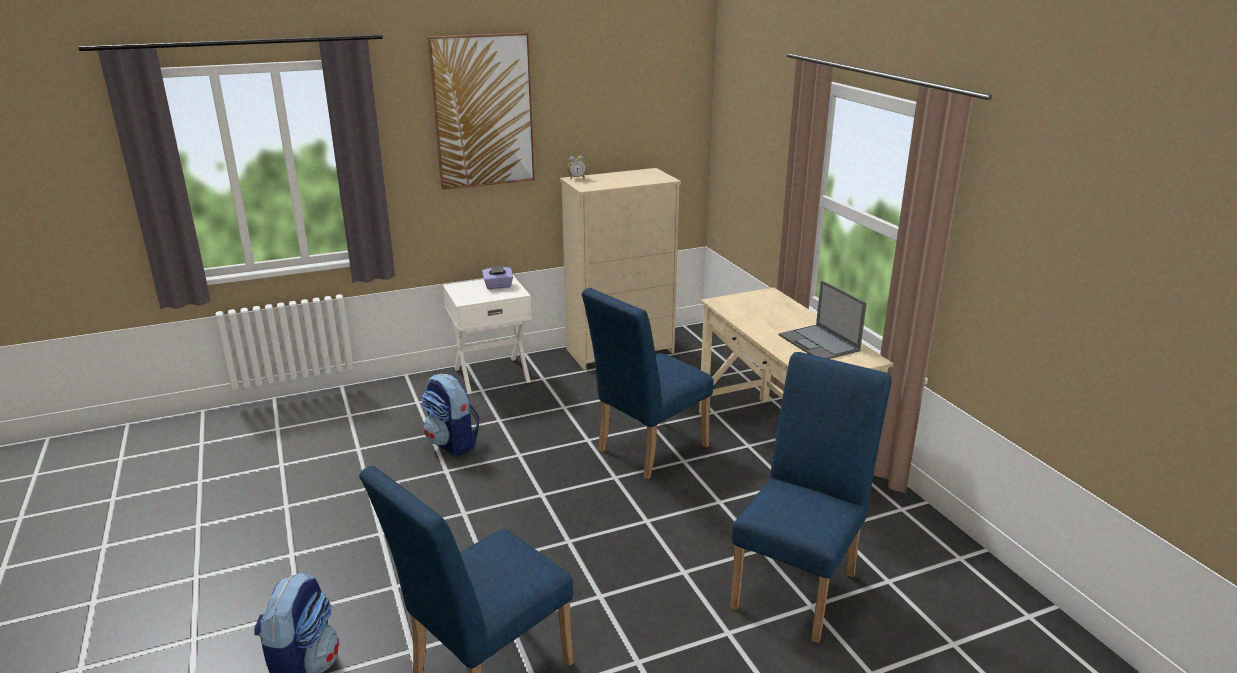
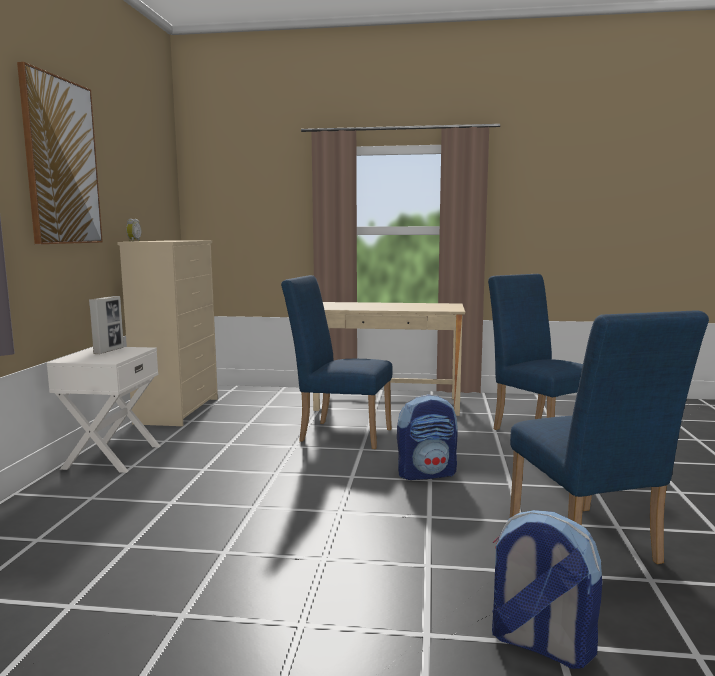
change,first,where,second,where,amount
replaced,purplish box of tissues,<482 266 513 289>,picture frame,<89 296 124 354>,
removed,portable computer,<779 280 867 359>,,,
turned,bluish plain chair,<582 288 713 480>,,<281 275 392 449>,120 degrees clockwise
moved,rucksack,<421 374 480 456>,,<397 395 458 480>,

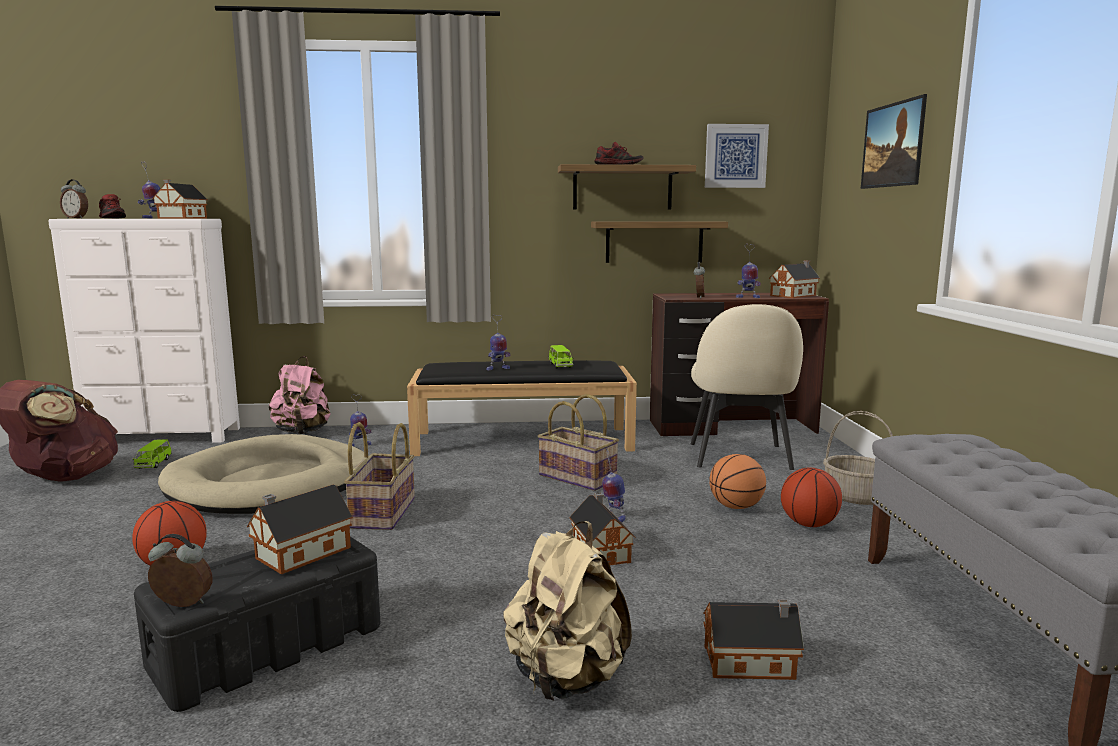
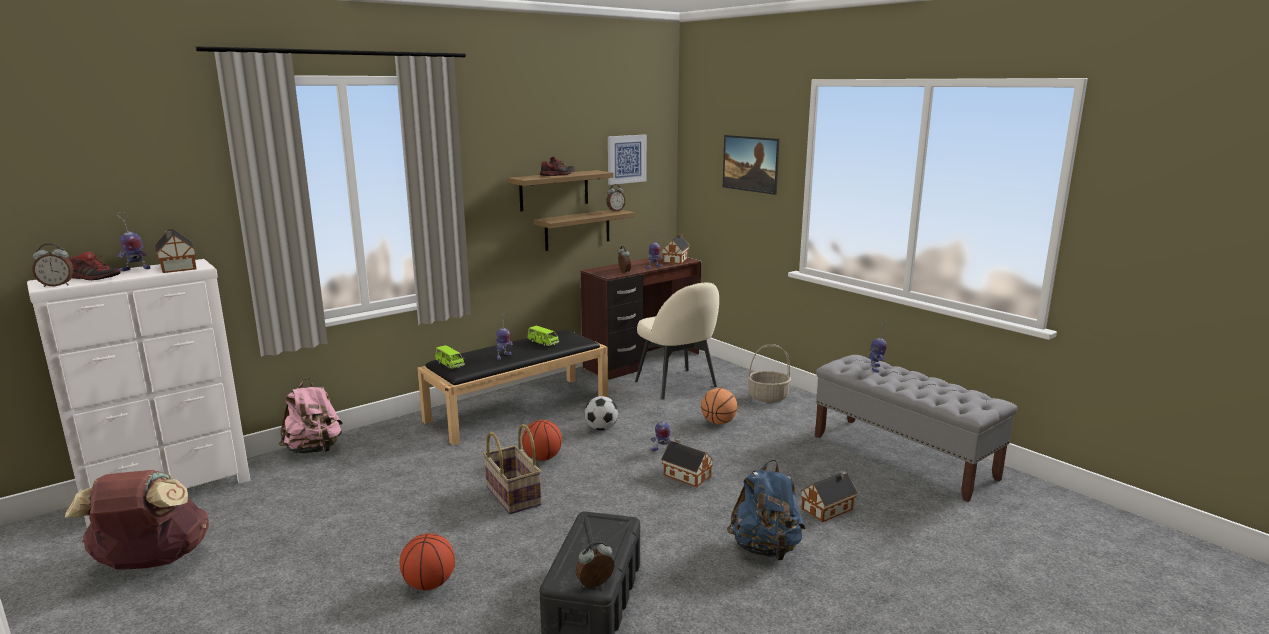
change,first,where,second,where,amount
moved,robot figure,<349 394 371 446>,,<869 322 888 373>,
replaced,household basket,<538 394 619 491>,football ball,<585 396 618 430>,
removed,beige dog cushion,<158 434 364 514>,,,
moved,green miniature car,<133 439 172 469>,,<435 345 465 369>,
moved,basketball,<781 467 842 527>,,<522 420 562 461>,
removed,toy house,<247 484 353 574>,,,
recoloured,beige rucksack,<503 521 632 701>,bluish rucksack,<727 460 806 560>,
added,,,bedside clock,<606 184 625 212>,

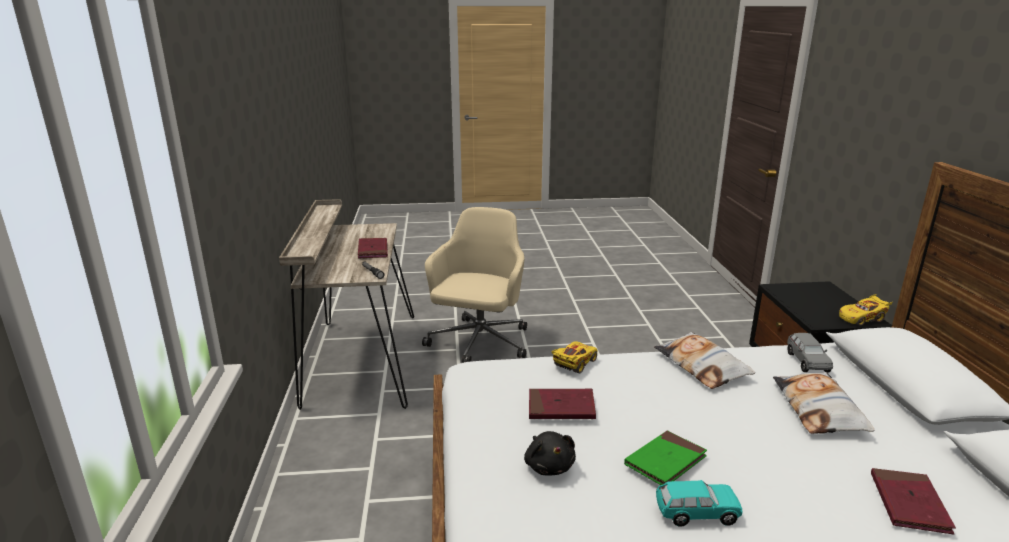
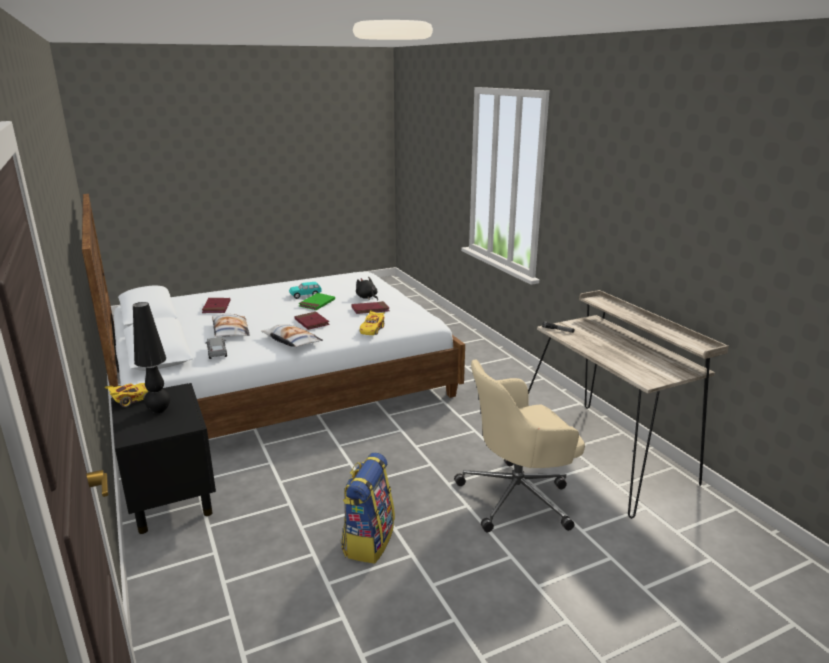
change,first,where,second,where,amount
turned,beige computer chair,<422 207 527 363>,,<454 359 585 532>,75 degrees clockwise
moved,red-coloured volume,<358 238 388 258>,,<295 312 330 330>,
added,,,black table lamp,<133 302 170 413>,
added,,,rucksack,<341 453 395 564>,

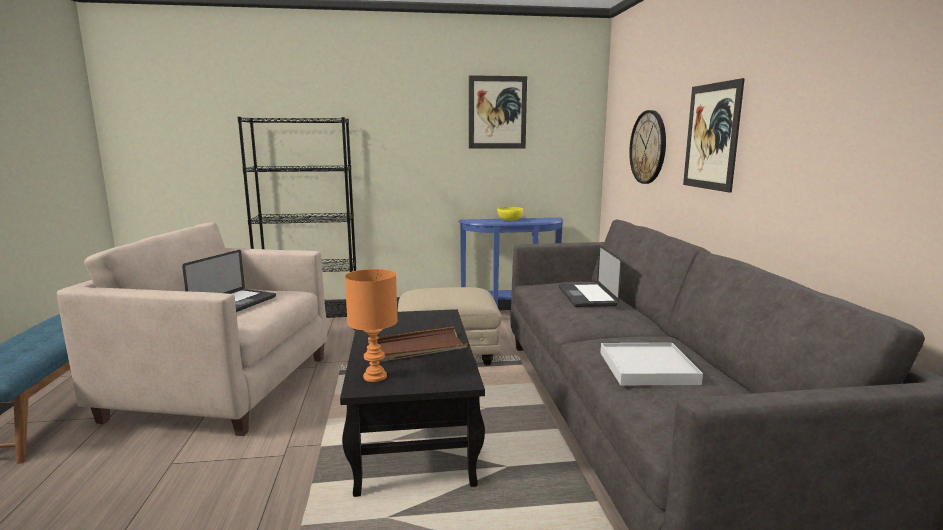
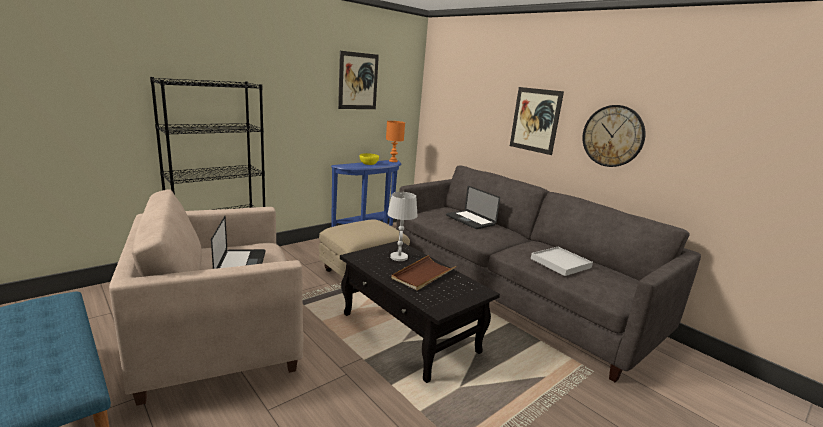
change,first,where,second,where,amount
moved,wall clock,<629 110 666 184>,,<582 105 645 167>,
moved,orangey table lamp,<345 269 398 382>,,<386 121 405 162>,
added,,,whitish table lamp,<388 192 418 261>,

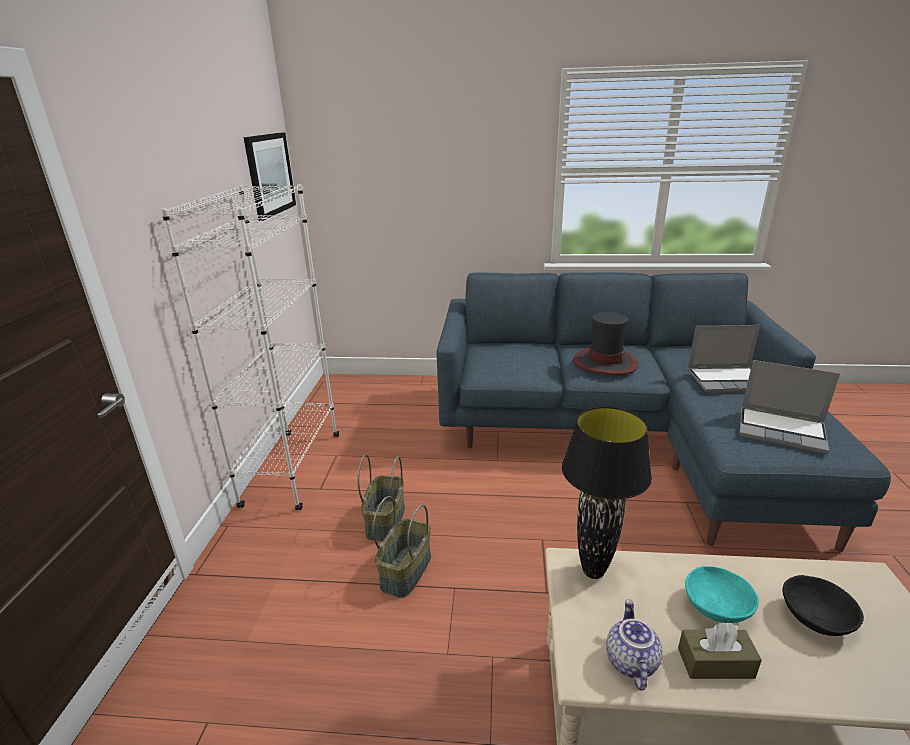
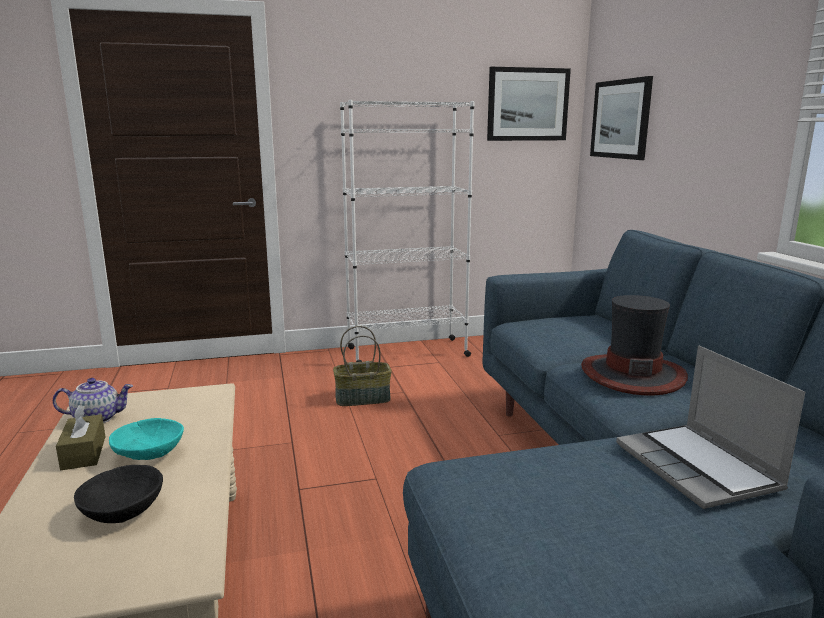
change,first,where,second,where,amount
removed,portable computer,<739 360 840 454>,,,
removed,black table lamp,<562 407 652 579>,,,
removed,household basket,<373 496 431 598>,,,
added,,,picture,<590 76 653 160>,

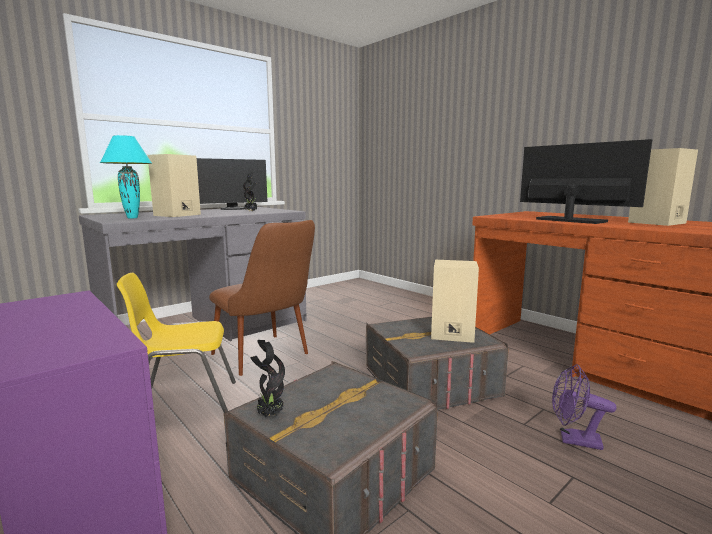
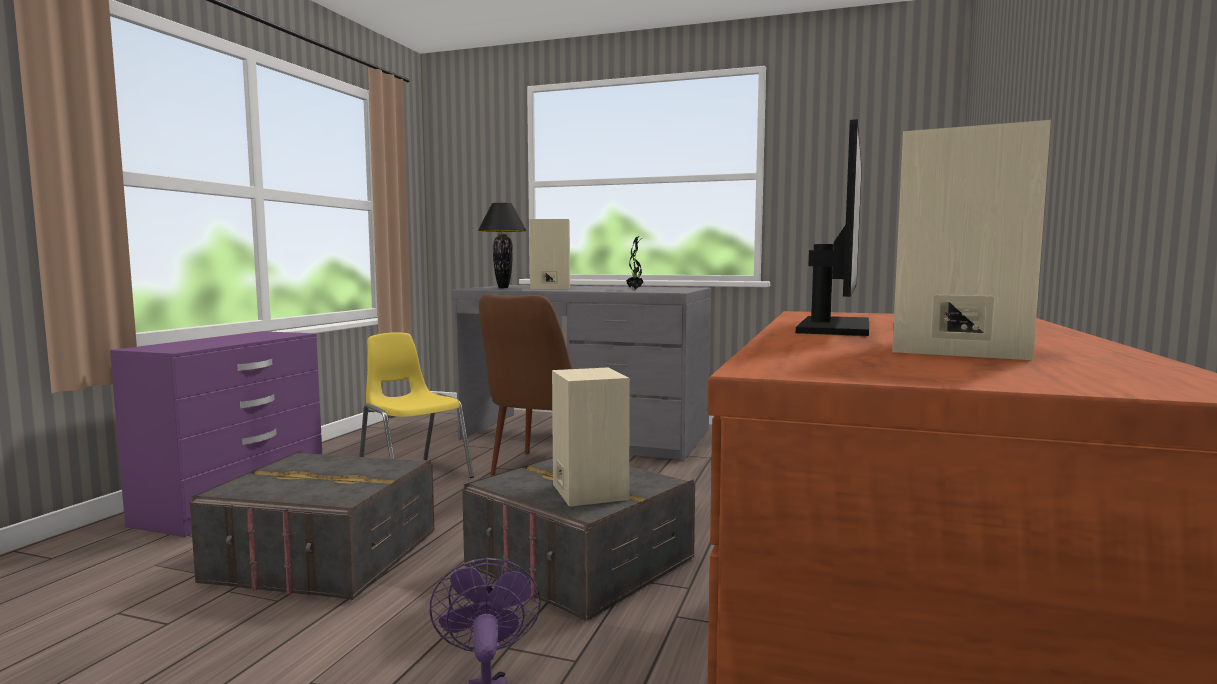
change,first,where,second,where,amount
recoloured,blue-green table lamp,<100 135 152 219>,black table lamp,<478 203 527 288>,
removed,monitor,<197 158 267 210>,,,
removed,plant in a pot,<250 340 285 418>,,,

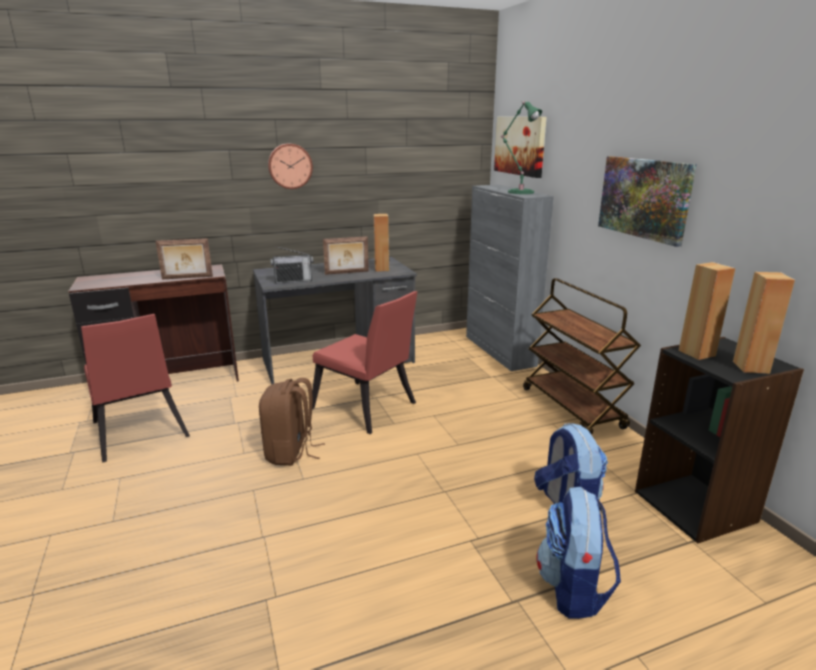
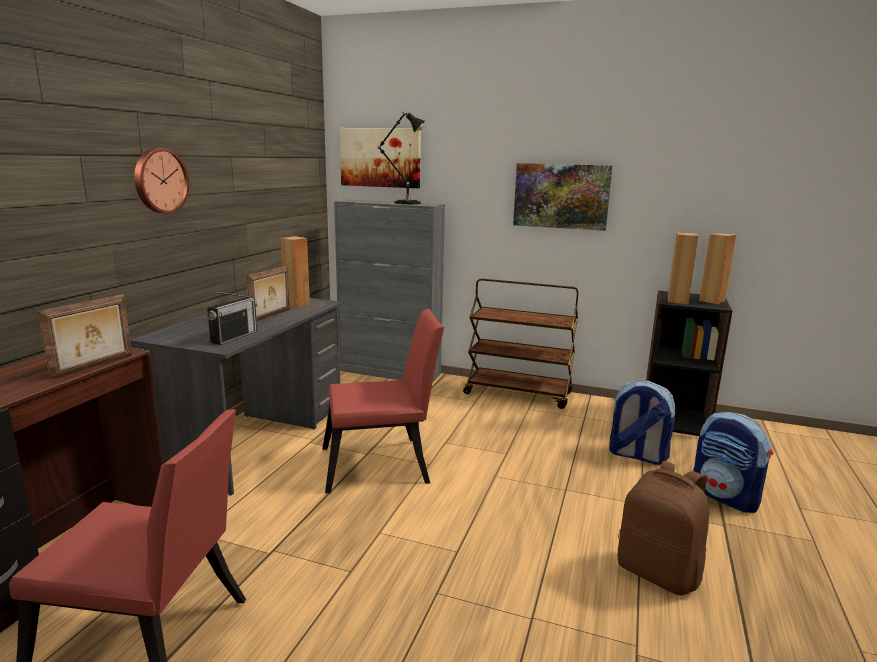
change,first,where,second,where,amount
recoloured,green table lamp,<500 101 542 194>,black table lamp,<377 112 425 204>,
moved,brown-coloured rucksack,<259 378 325 466>,,<618 461 709 596>,

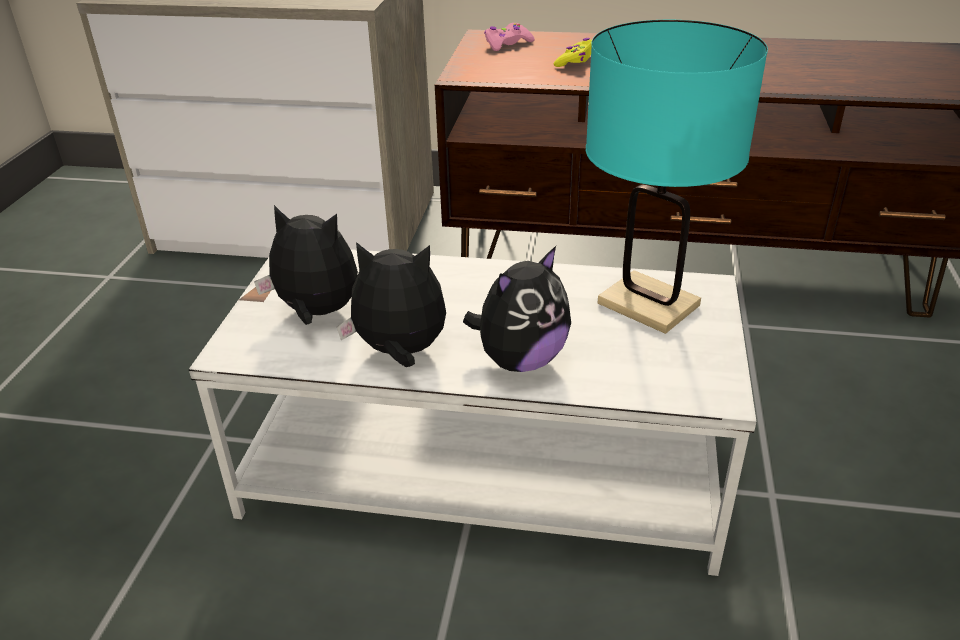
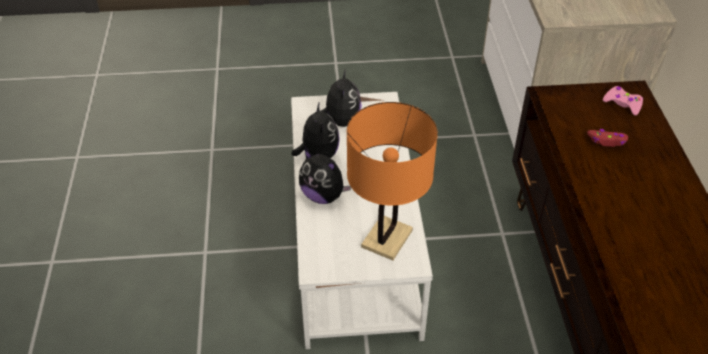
change,first,where,second,where,amount
recoloured,blue-green table lamp,<586 20 768 334>,orangey table lamp,<347 102 438 260>,
recoloured,yellow-coloured gamepad,<554 38 592 67>,red-coloured gamepad,<587 129 628 147>,

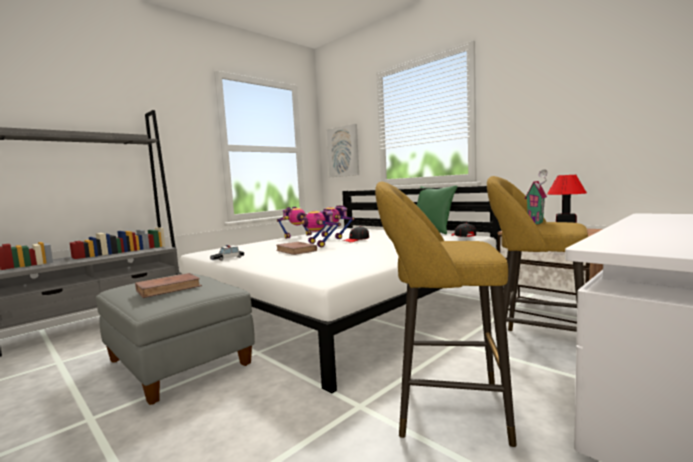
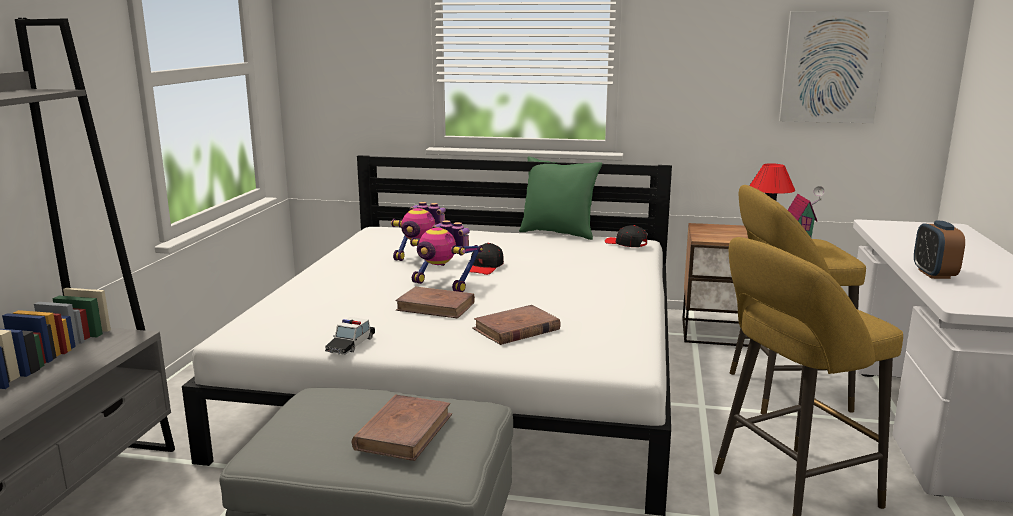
change,first,where,second,where,amount
moved,picture,<327 124 359 177>,,<779 11 889 123>,
removed,robot figure,<277 207 312 239>,,,
added,,,bedside clock,<914 221 965 279>,
added,,,brown-coloured volume,<472 305 561 345>,

